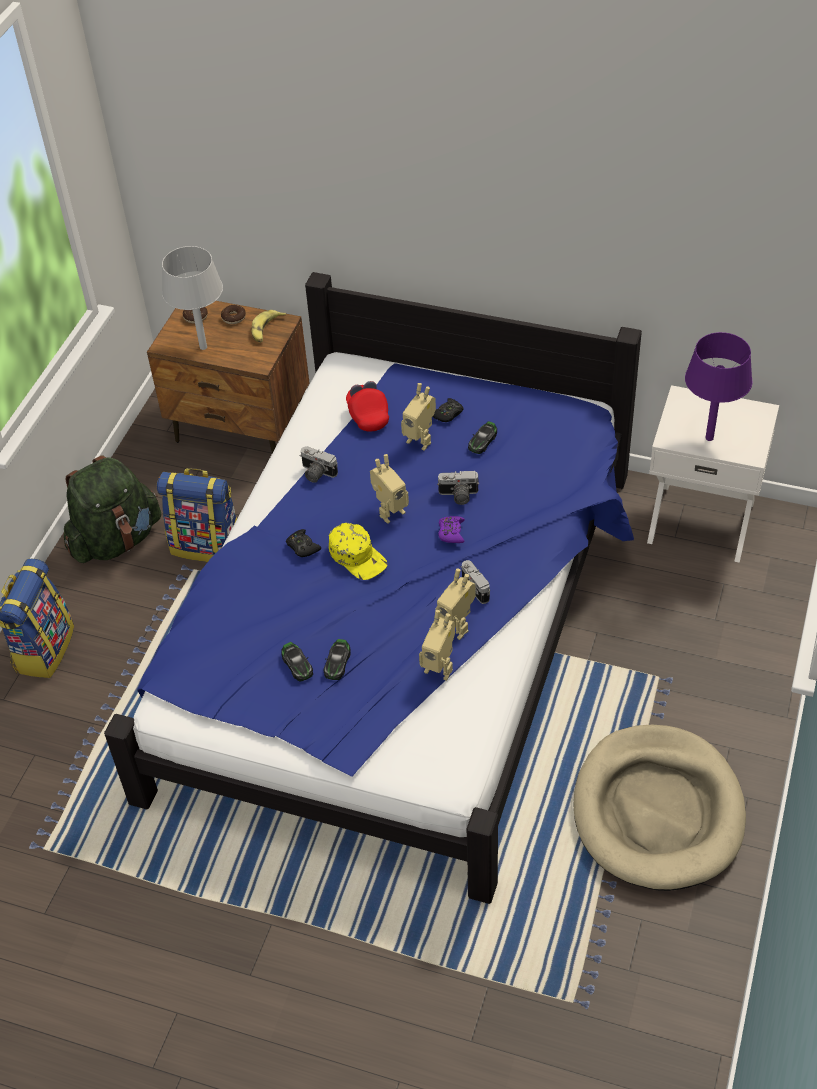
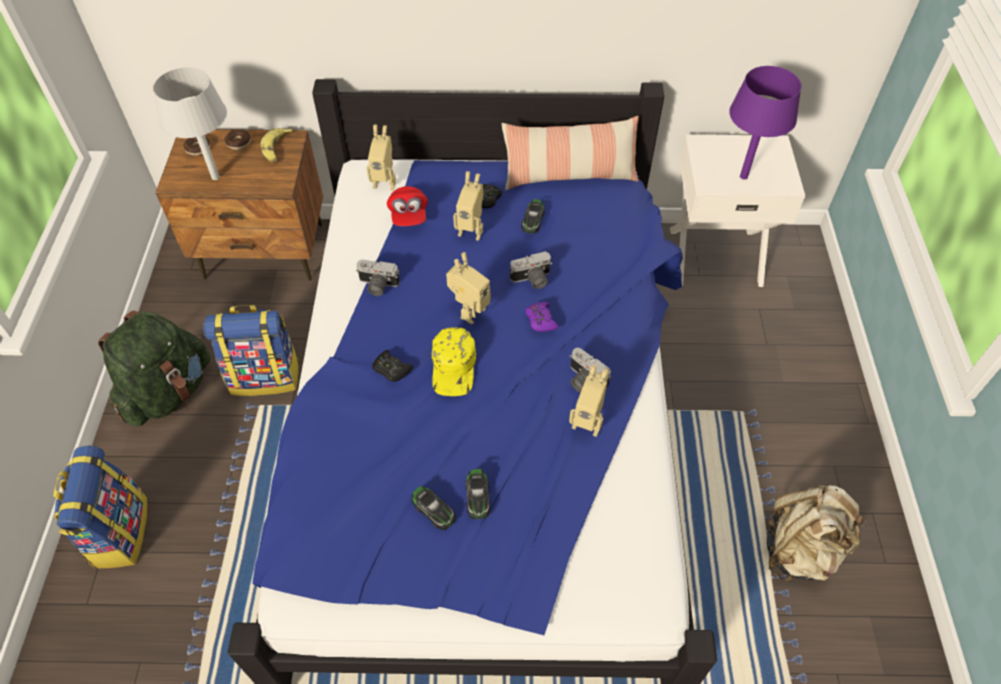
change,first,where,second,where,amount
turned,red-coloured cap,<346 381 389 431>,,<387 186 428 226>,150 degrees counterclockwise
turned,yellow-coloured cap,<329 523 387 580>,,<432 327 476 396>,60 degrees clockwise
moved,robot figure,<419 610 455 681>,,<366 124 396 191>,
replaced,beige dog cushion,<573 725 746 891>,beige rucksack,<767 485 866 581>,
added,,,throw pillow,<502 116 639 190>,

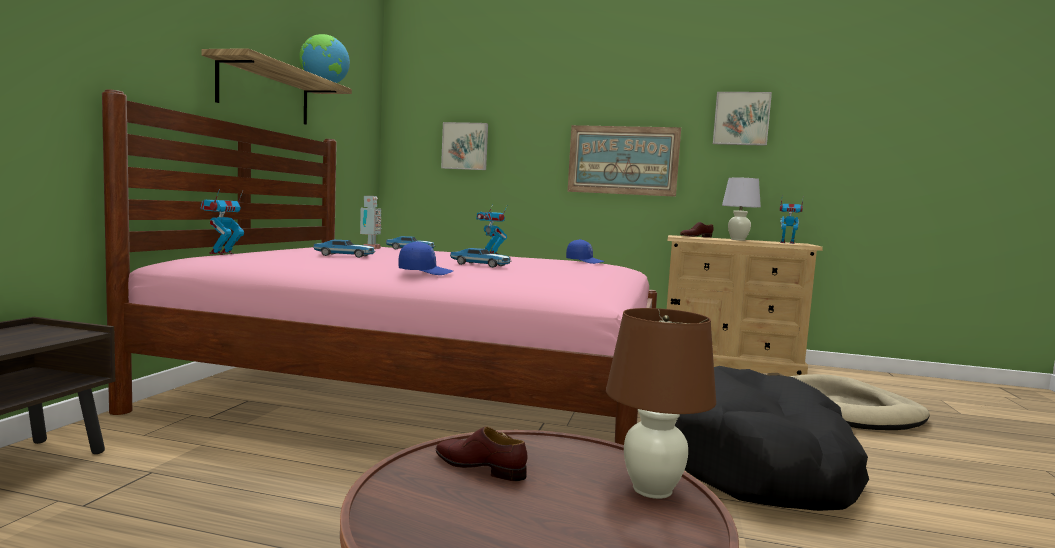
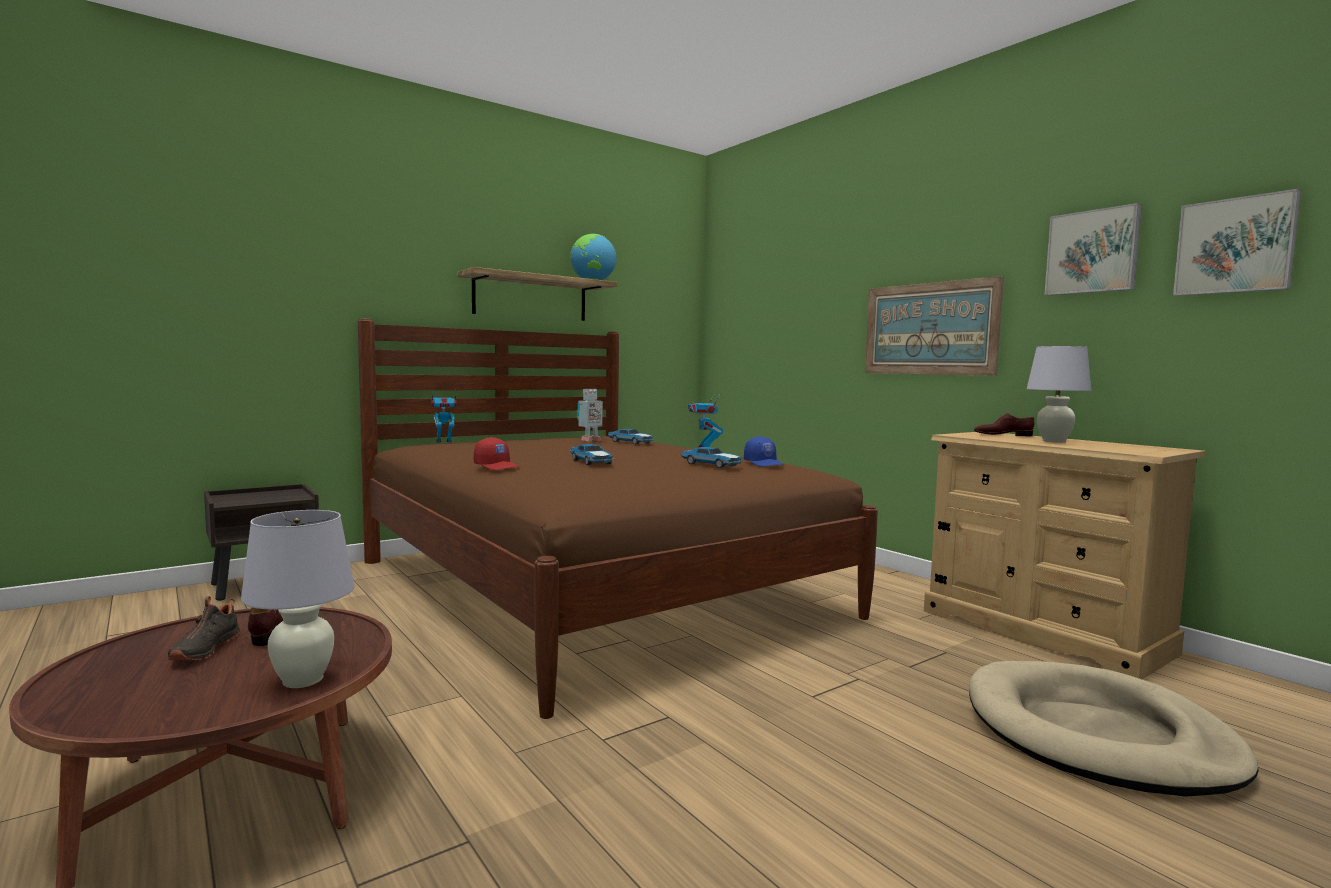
change,first,where,second,where,amount
recoloured,pink bedroom bed,<102 89 657 445>,brown-coloured bedroom bed,<358 318 878 719>,
moved,picture,<441 122 488 170>,,<1173 189 1301 296>,
removed,robot figure,<780 200 803 244>,,,
moved,miniature car,<313 240 375 258>,,<681 447 742 468>,
recoloured,bluish cap,<398 241 453 275>,red-coloured cap,<474 437 519 470>,
recoloured,brown-coloured table lamp,<606 308 716 499>,whitish table lamp,<241 510 355 688>,
removed,black dog cushion,<675 366 869 511>,,,
added,,,black shoe,<168 596 240 660>,

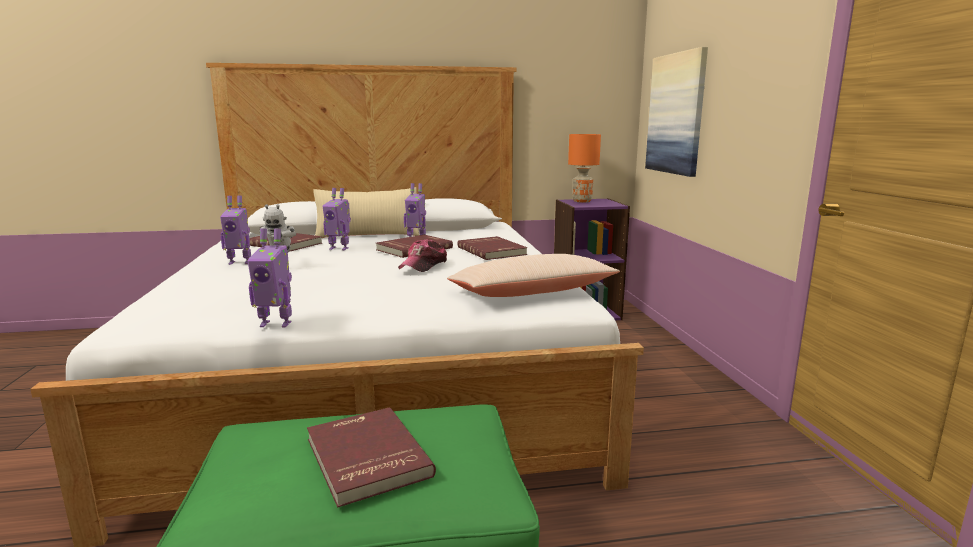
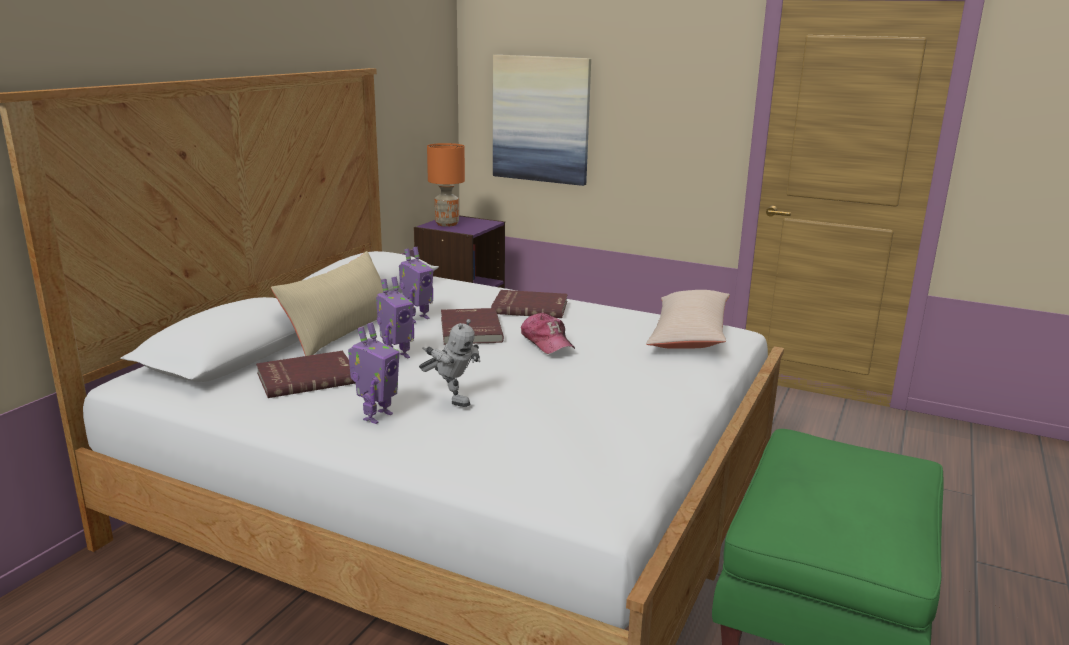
change,first,where,second,where,amount
removed,robot figure,<248 228 292 327>,,,
removed,red-coloured volume,<307 407 436 508>,,,

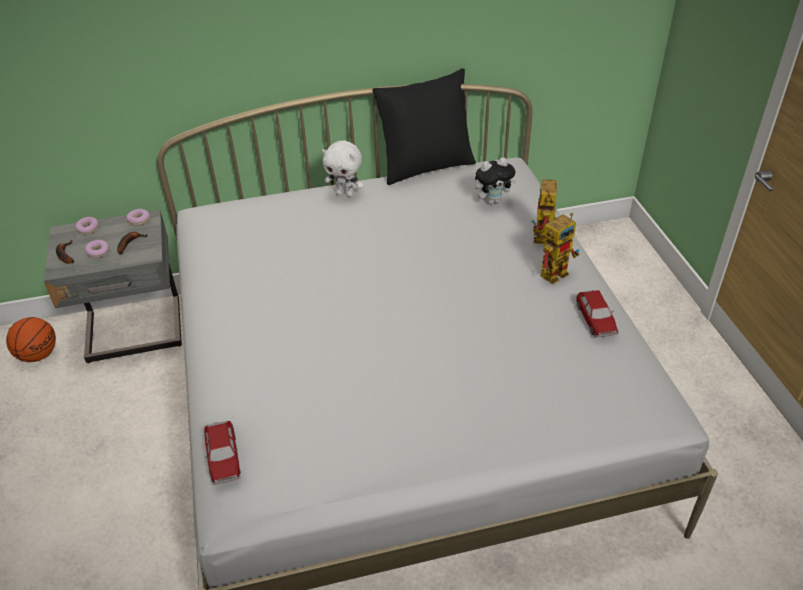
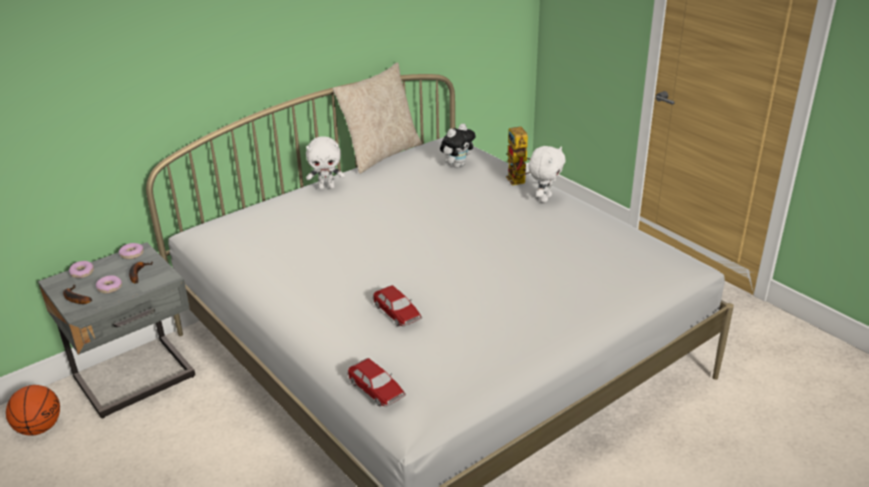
change,first,where,second,where,amount
recoloured,black throw pillow,<372 68 476 185>,beige throw pillow,<333 62 422 174>,
replaced,robot figure,<541 213 579 285>,whitish cuddly toy,<528 146 566 203>,
moved,miniature car,<576 290 619 337>,,<372 285 422 326>,

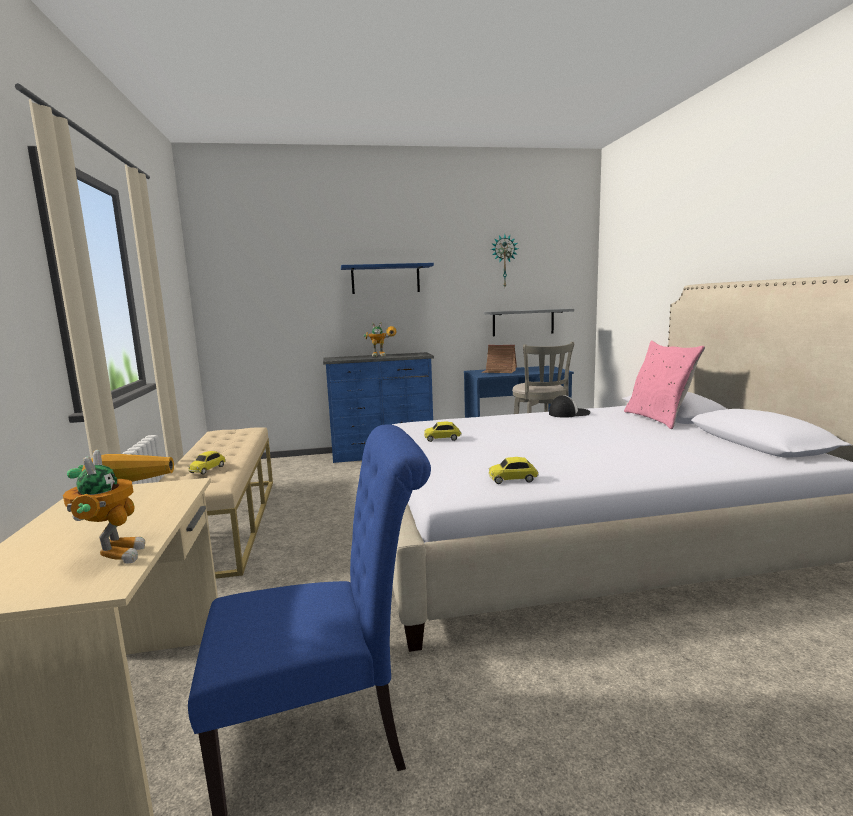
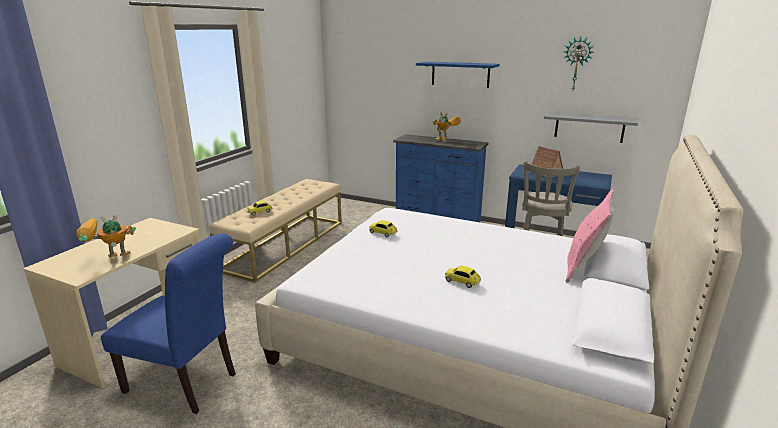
change,first,where,second,where,amount
removed,cap,<549 395 591 418>,,,
turned,robot figure,<63 450 174 564>,,<76 214 136 258>,135 degrees counterclockwise
moved,miniature car,<489 457 539 484>,,<445 266 481 288>,

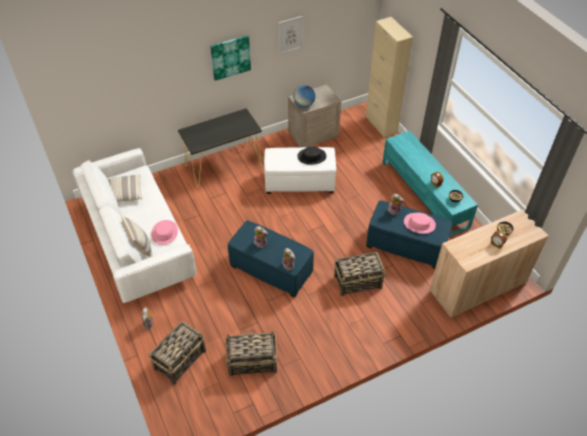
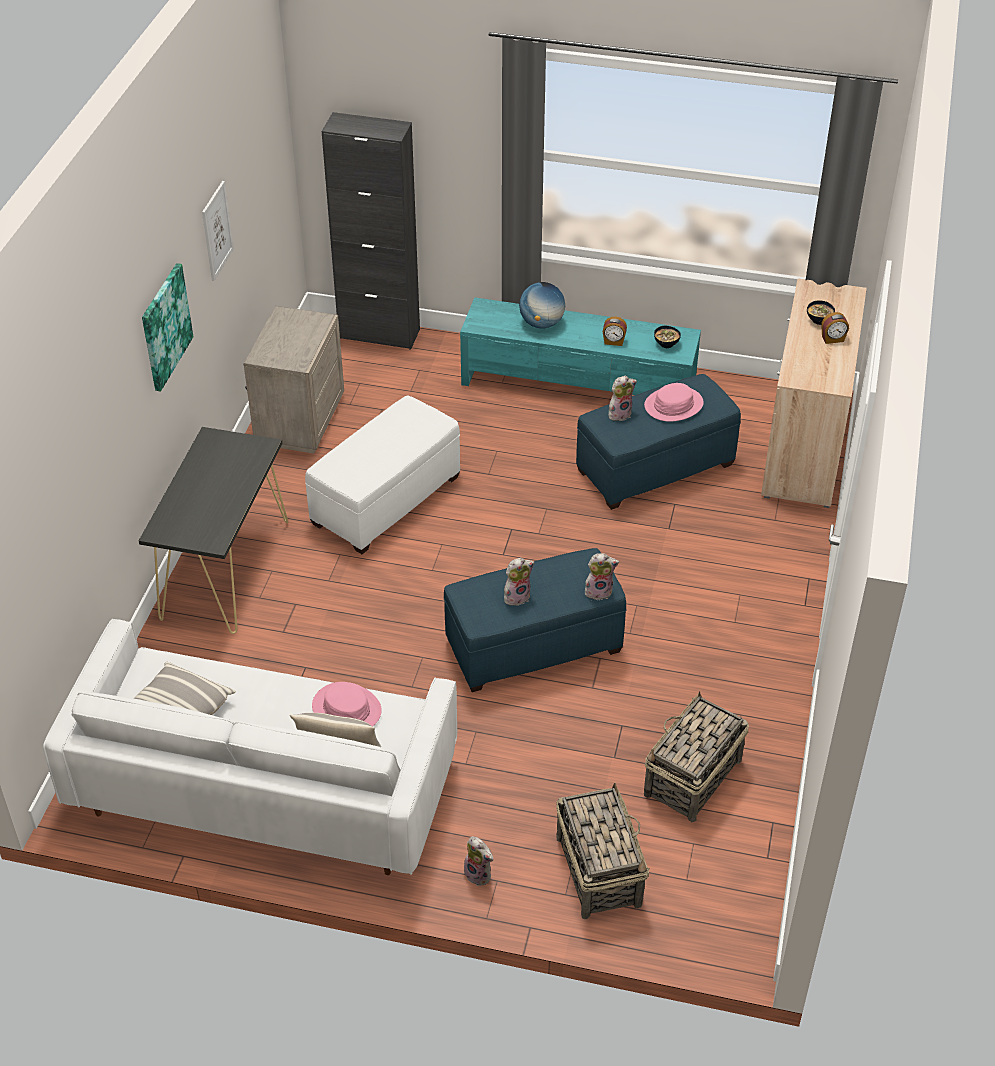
change,first,where,second,where,amount
recoloured,beige cabinet,<366 17 413 138>,black cabinet,<322 112 420 350>,
moved,globe,<293 85 315 108>,,<519 282 565 329>,
removed,black hat,<297 147 326 165>,,,
removed,household basket,<334 252 386 296>,,,

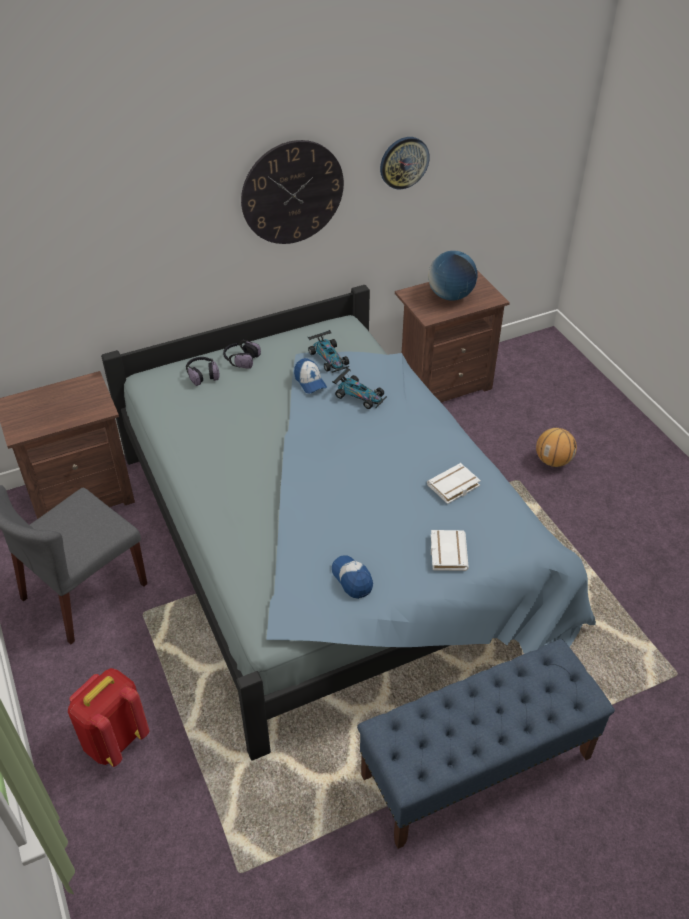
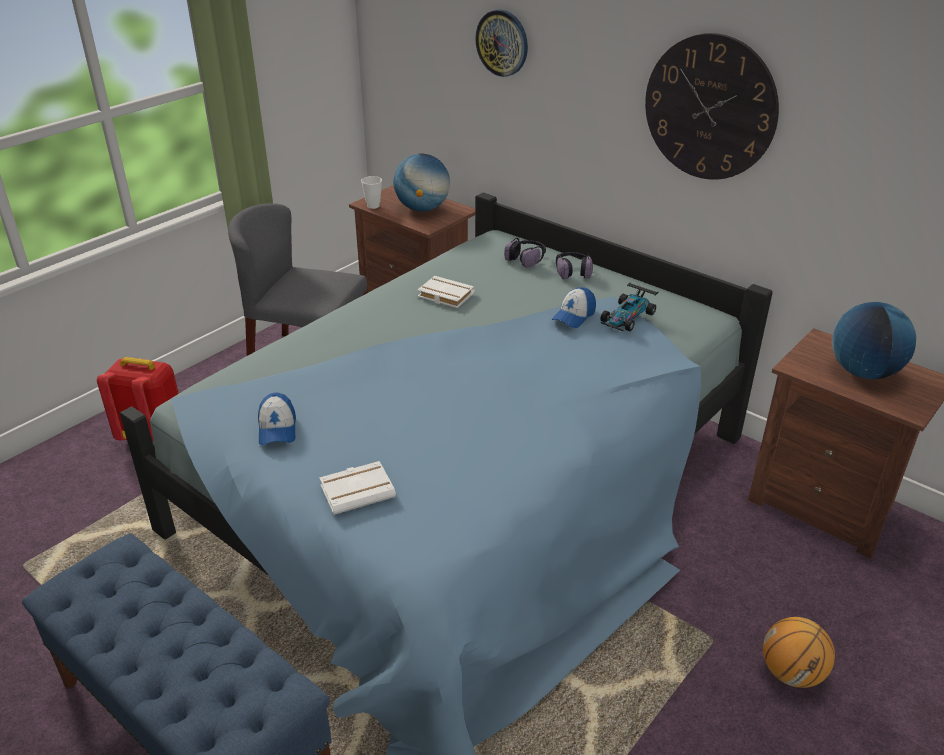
change,first,where,second,where,amount
moved,wall clock,<380 137 430 189>,,<475 10 528 77>,
removed,miniature car,<332 368 387 409>,,,
moved,whitish volume,<427 463 481 504>,,<417 276 475 308>,
turned,cap,<332 555 373 599>,,<258 393 296 445>,135 degrees clockwise
added,,,globe,<393 154 450 211>,
added,,,small cup,<361 176 382 209>,

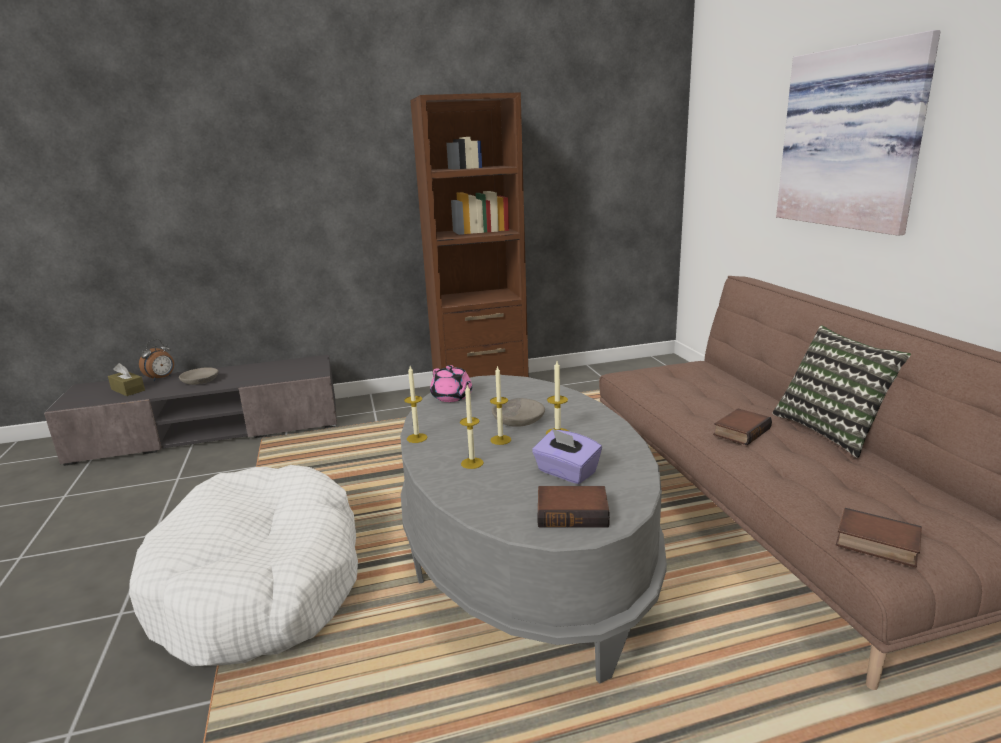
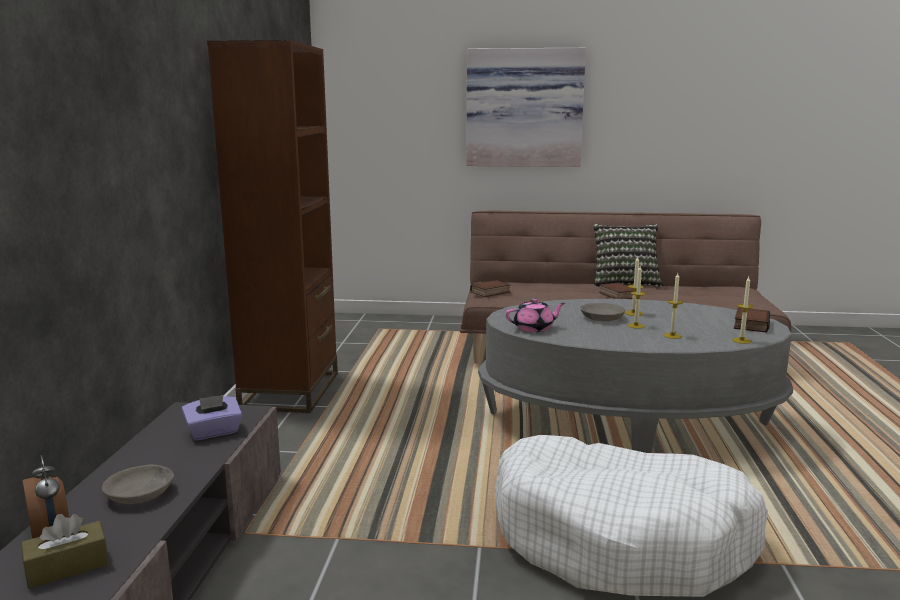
change,first,where,second,where,amount
moved,wax light,<404 366 427 443>,,<732 277 754 344>,
moved,purplish box of tissues,<532 428 602 484>,,<182 395 242 441>,
moved,volume,<836 508 922 567>,,<470 280 511 297>,

